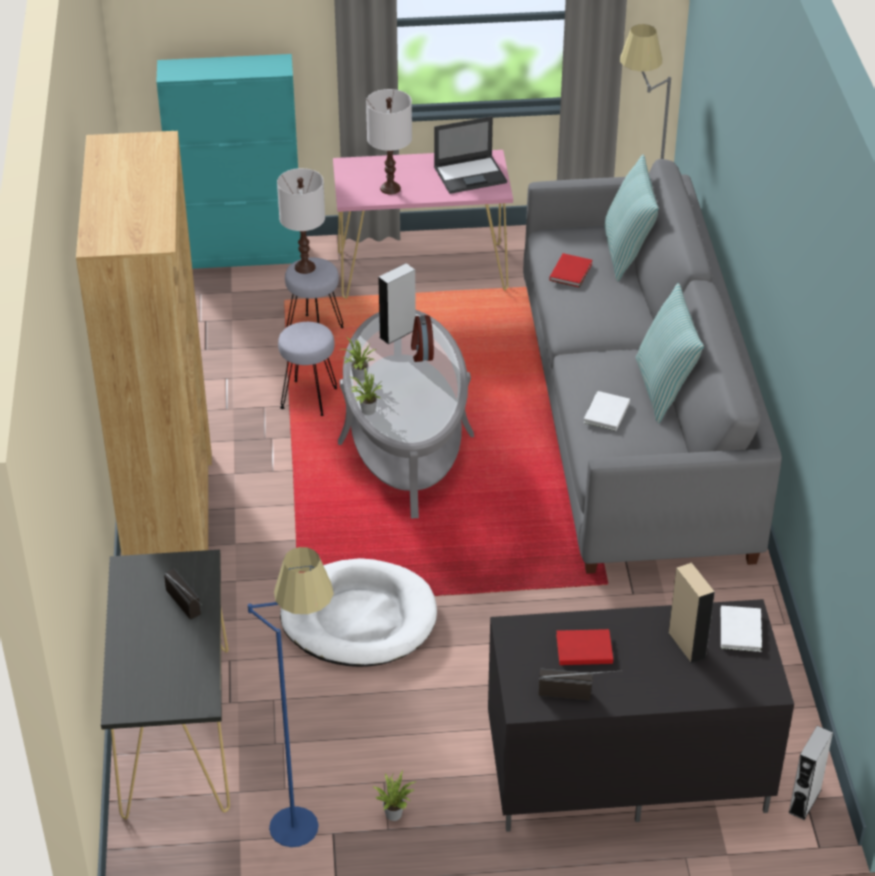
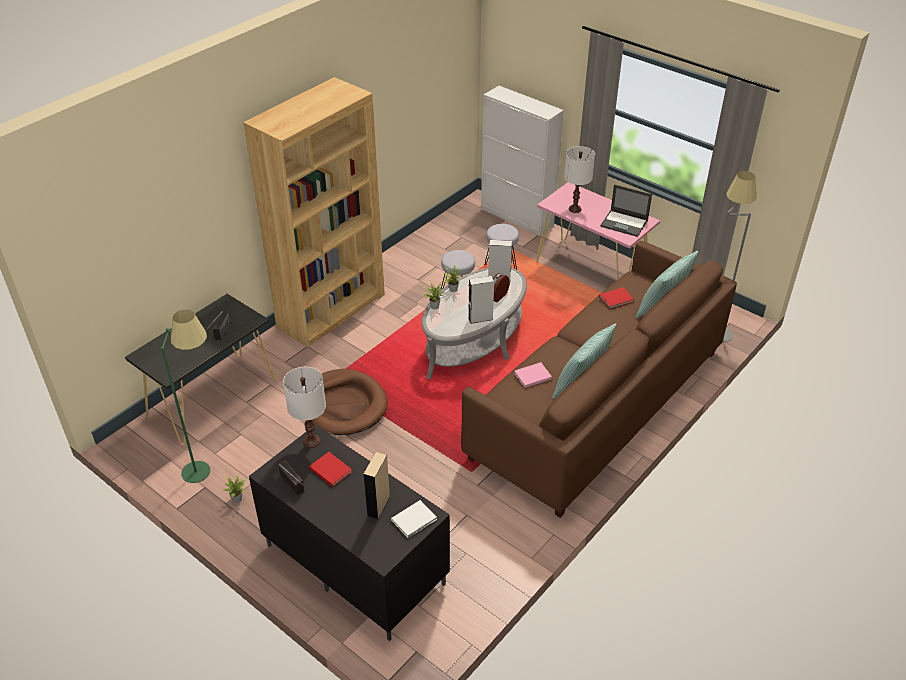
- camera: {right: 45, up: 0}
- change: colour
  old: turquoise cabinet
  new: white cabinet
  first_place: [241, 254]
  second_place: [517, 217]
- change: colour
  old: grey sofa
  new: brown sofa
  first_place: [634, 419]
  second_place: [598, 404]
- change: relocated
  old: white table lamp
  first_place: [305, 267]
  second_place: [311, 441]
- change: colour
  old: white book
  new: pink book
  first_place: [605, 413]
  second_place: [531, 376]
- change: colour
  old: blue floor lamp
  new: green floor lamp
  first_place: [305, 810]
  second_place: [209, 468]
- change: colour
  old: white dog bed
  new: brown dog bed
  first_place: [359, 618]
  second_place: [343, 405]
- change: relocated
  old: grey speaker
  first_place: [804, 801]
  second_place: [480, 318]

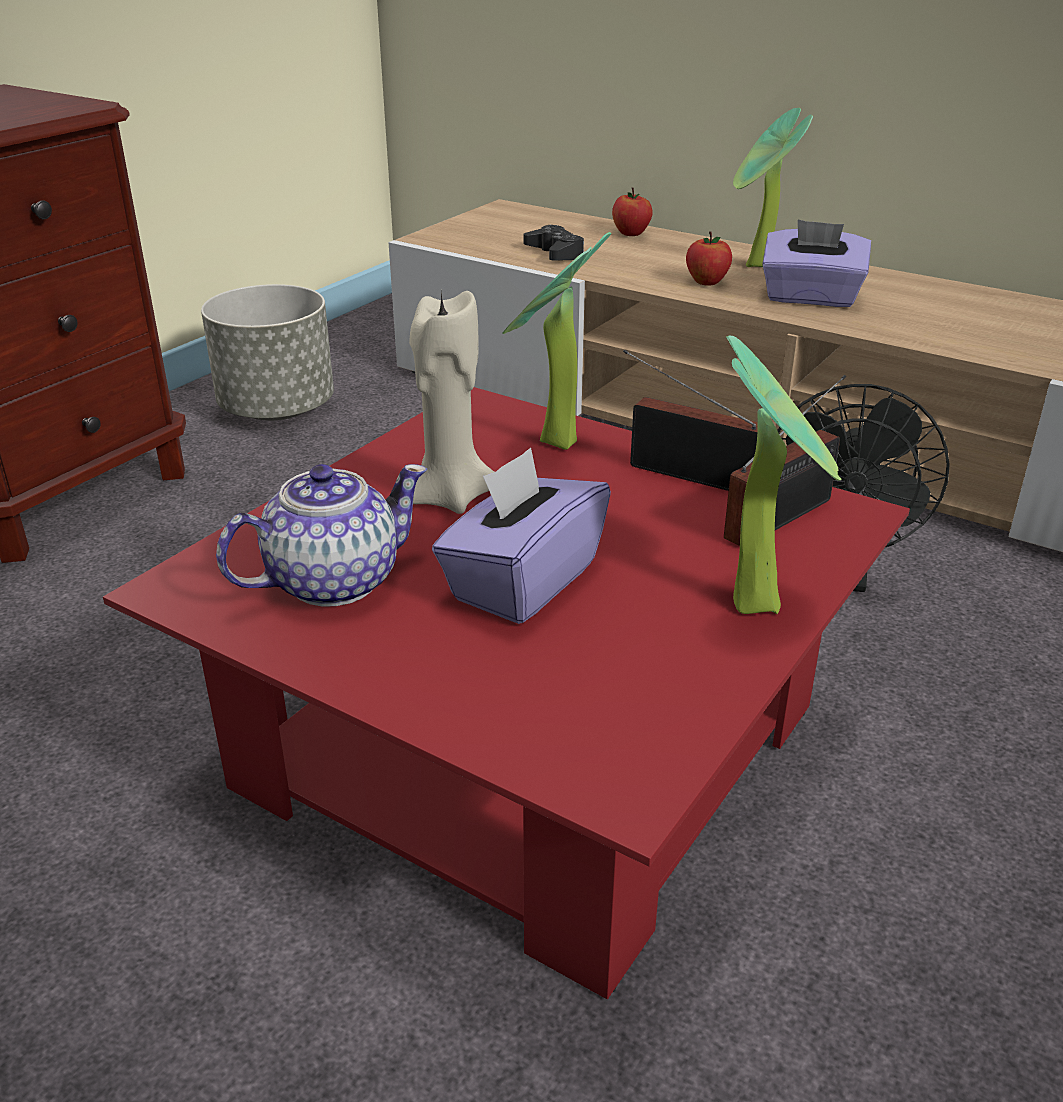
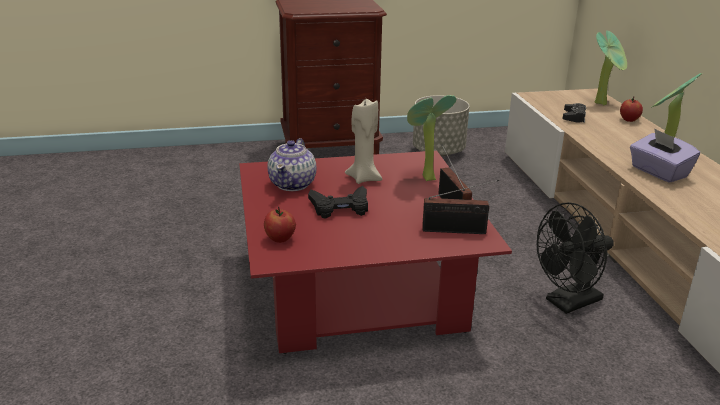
- camera: {right: 45, up: -5}
- change: relocated
  old: apple
  first_place: [706, 282]
  second_place: [280, 239]
- change: relocated
  old: potted plant
  first_place: [760, 601]
  second_place: [603, 103]
- change: exchanged
  old: purple tissue box
  new: black game controller
  first_place: [522, 581]
  second_place: [340, 207]
- change: spun
  old: teapot
  first_place: [331, 581]
  second_place: [293, 184]
  degrees: 90

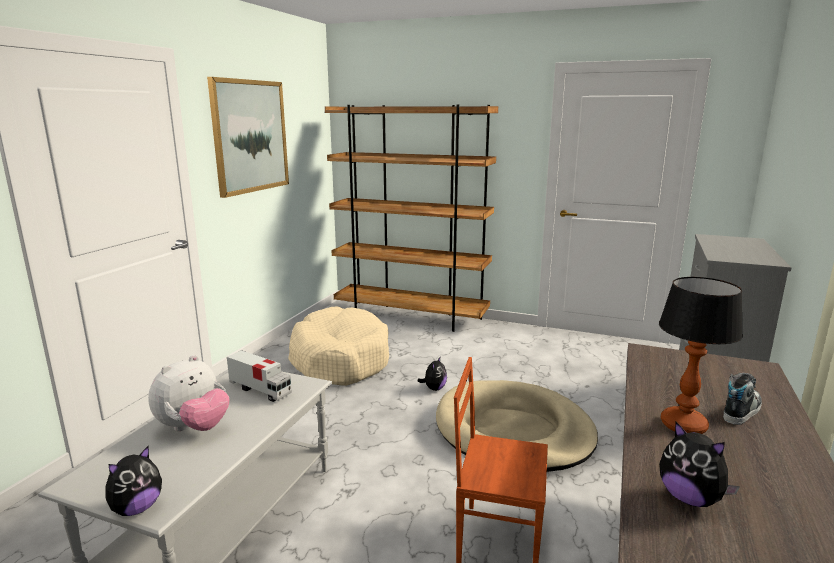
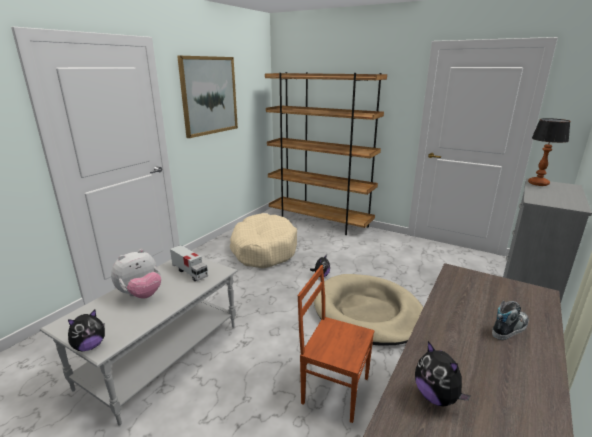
- camera: {right: 10, up: 5}
- change: relocated
  old: table lamp
  first_place: [684, 425]
  second_place: [538, 183]

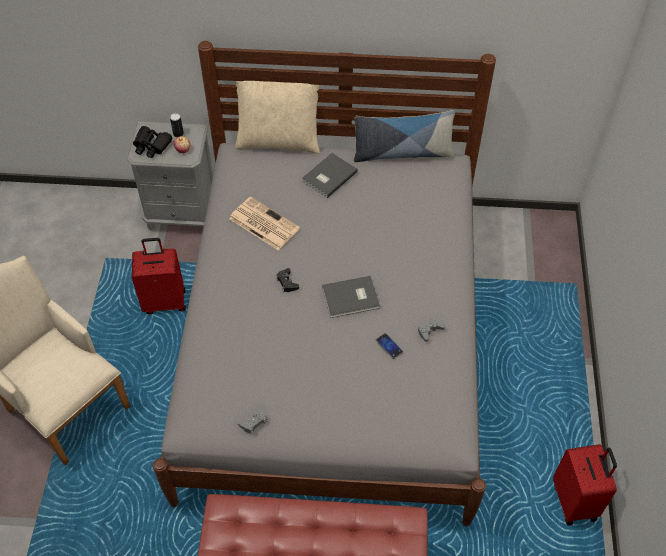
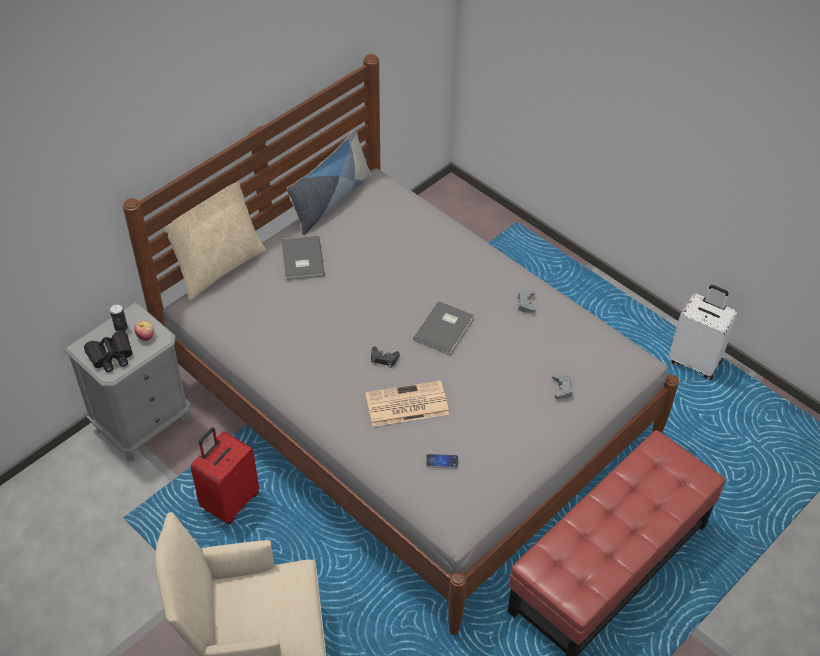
- camera: {right: -50, up: -5}
- change: relocated
  old: newspaper
  first_place: [263, 223]
  second_place: [406, 405]
- change: relocated
  old: phone
  first_place: [389, 346]
  second_place: [442, 461]
- change: relocated
  old: grey game controller
  first_place: [253, 422]
  second_place: [562, 388]
- change: colour
  old: red suitcase
  new: white suitcase
  first_place: [575, 501]
  second_place: [695, 361]

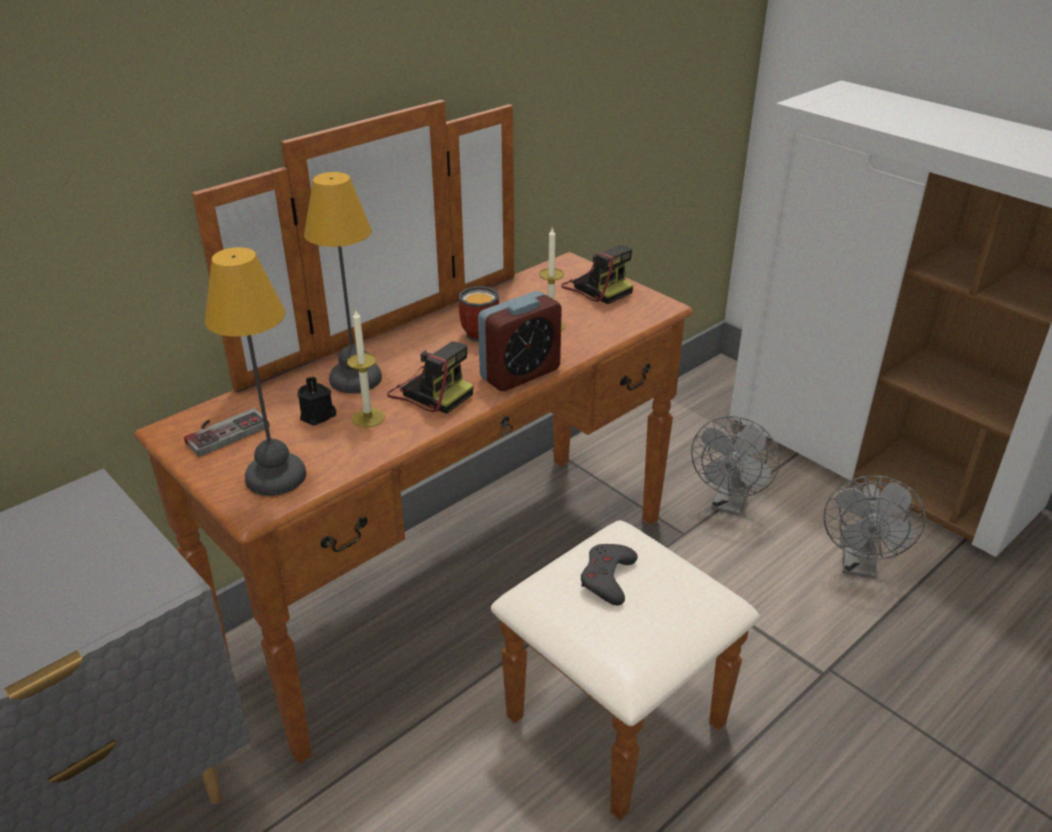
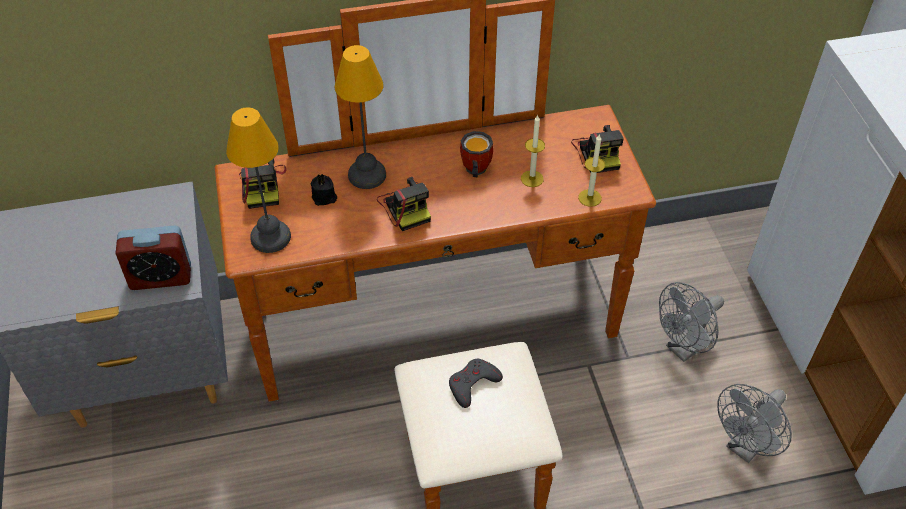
- camera: {right: 30, up: 15}
- change: relocated
  old: alarm clock
  first_place: [520, 373]
  second_place: [161, 277]
- change: relocated
  old: candle
  first_place: [368, 417]
  second_place: [589, 198]
- change: exchanged
  old: game controller
  new: photo camera
  first_place: [223, 430]
  second_place: [263, 186]

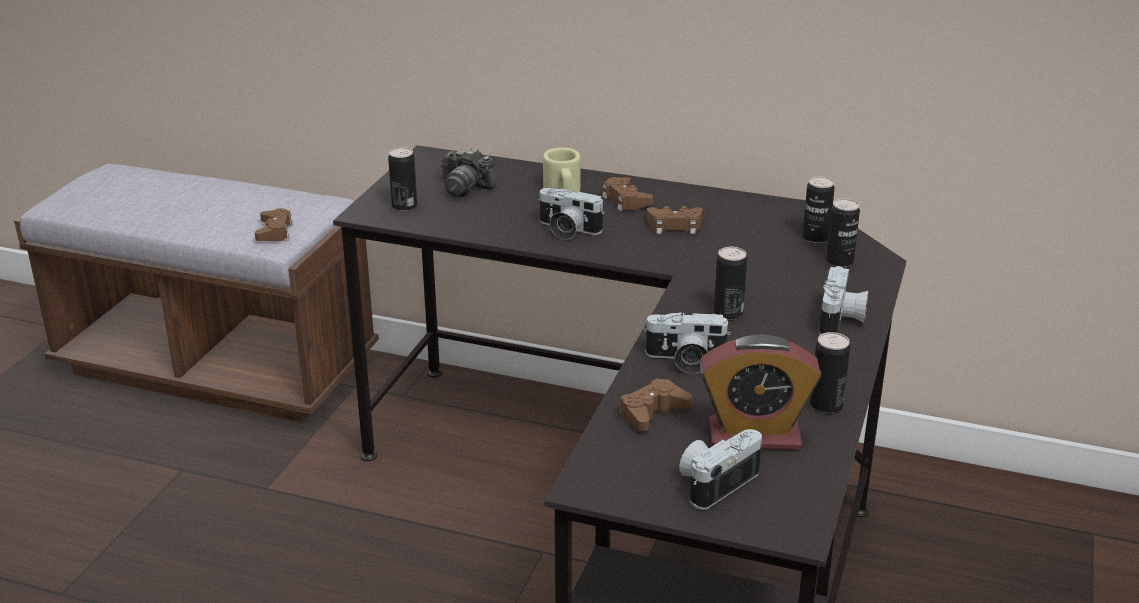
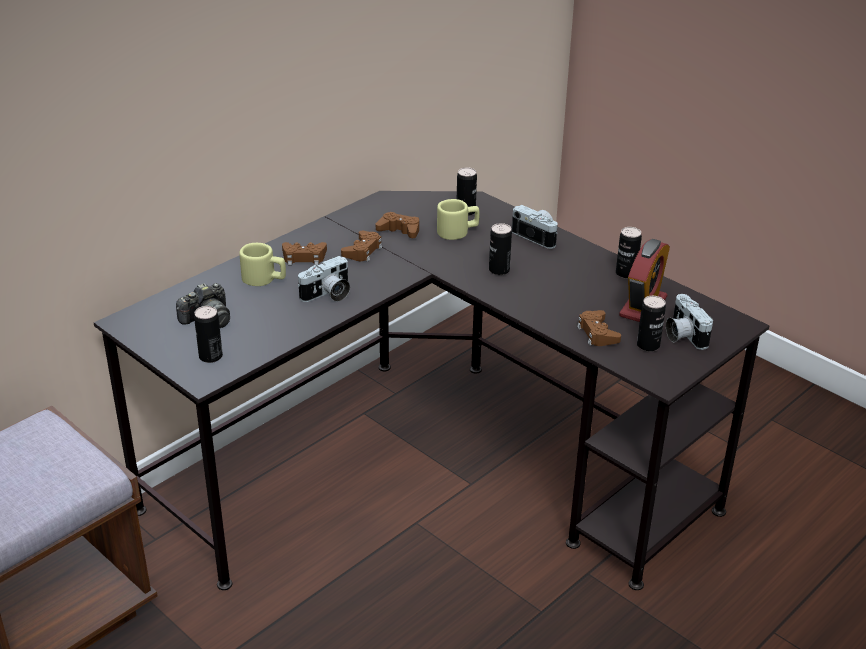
- camera: {right: -65, up: 5}
- change: relocated
  old: can
  first_place: [815, 237]
  second_place: [648, 345]
- change: relocated
  old: brown game controller
  first_place: [274, 231]
  second_place: [399, 230]
- change: missing
  old: photo camera
  first_place: [685, 360]
- change: appeared
  new: beige mug
  second_place: [458, 231]

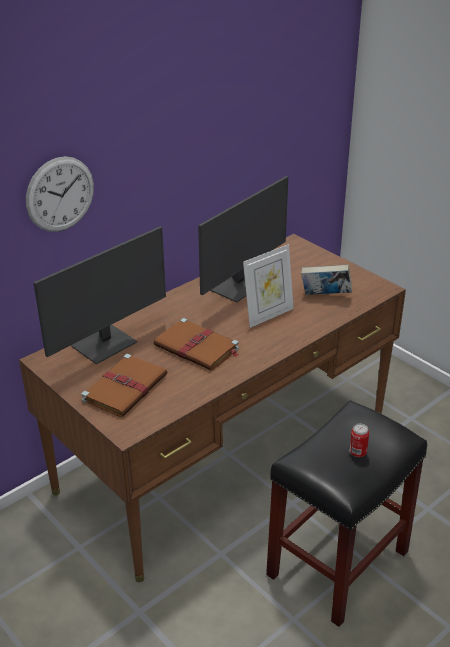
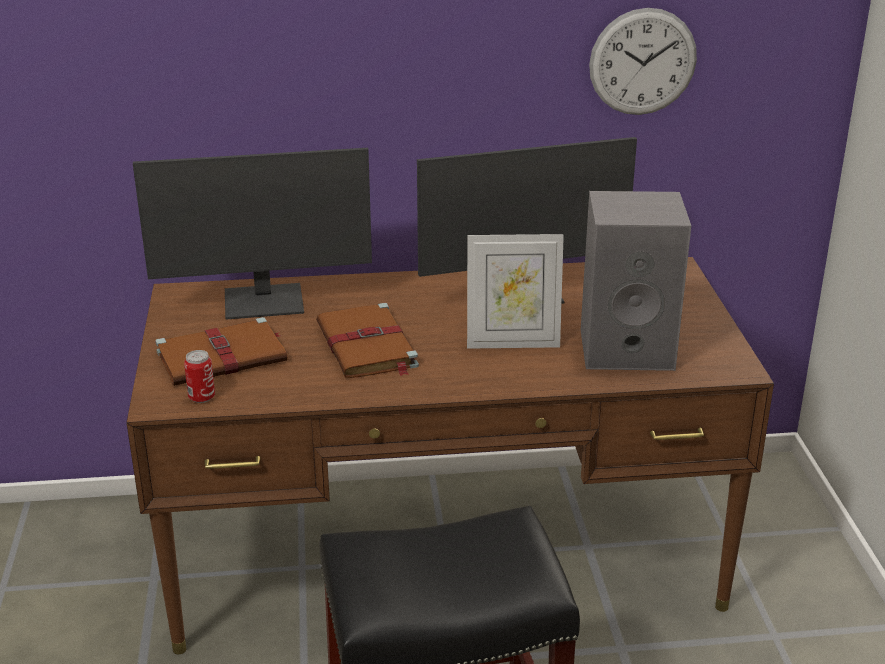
- camera: {right: 35, up: -5}
- change: relocated
  old: wall clock
  first_place: [60, 194]
  second_place: [642, 62]
- change: exchanged
  old: book
  new: grey speaker
  first_place: [325, 296]
  second_place: [629, 348]
- change: relocated
  old: can
  first_place: [357, 452]
  second_place: [201, 397]

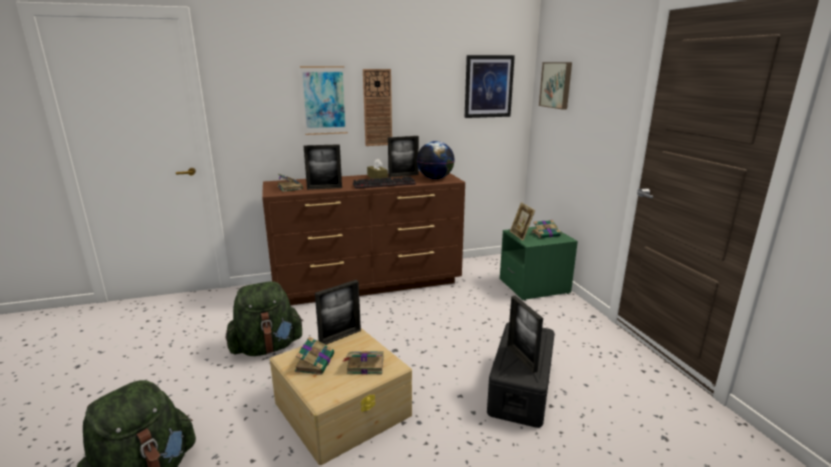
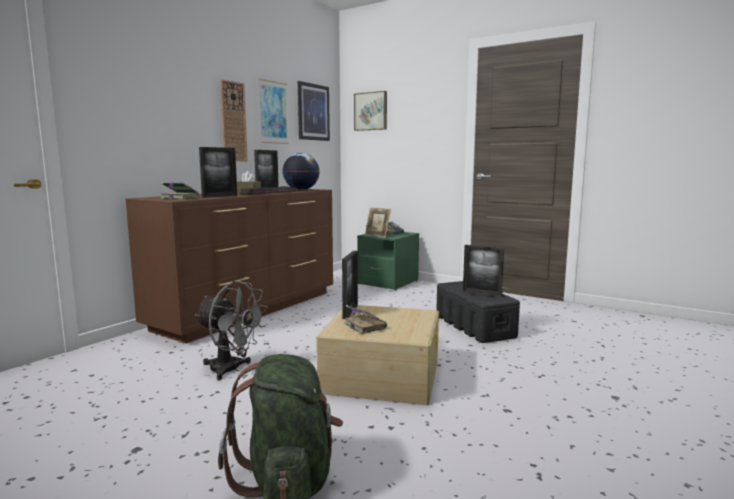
- camera: {right: -40, up: -10}
- change: relocated
  old: picture
  first_place: [324, 100]
  second_place: [273, 112]
- change: exchanged
  old: green backpack
  new: grey fan
  first_place: [267, 347]
  second_place: [231, 370]
- change: missing
  old: book
  first_place: [364, 365]

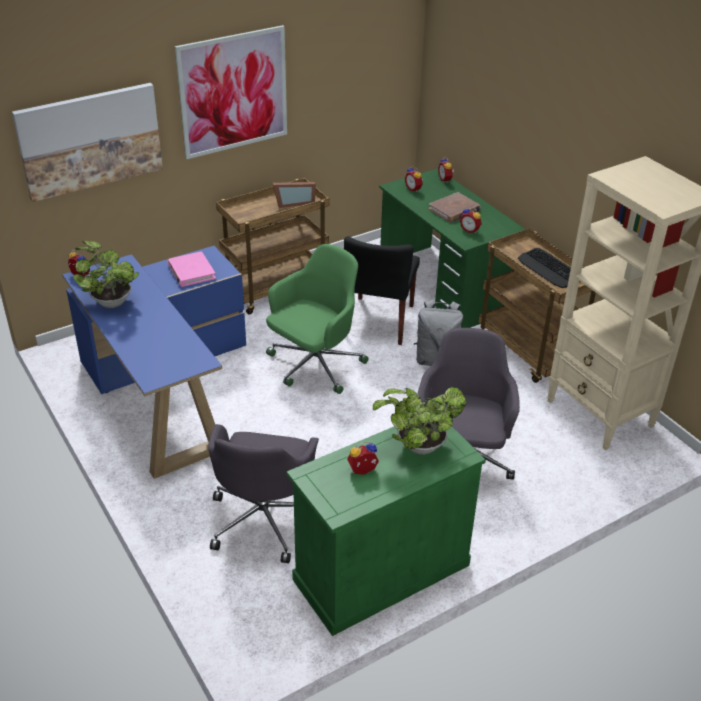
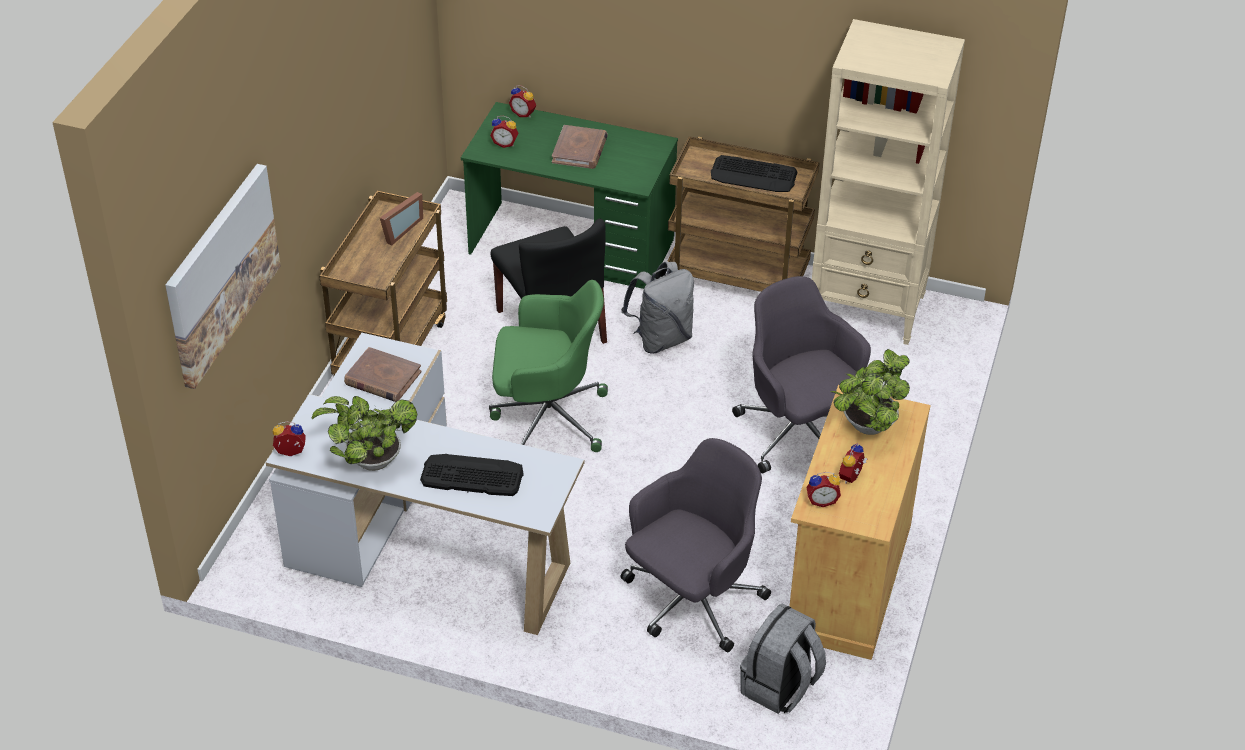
- camera: {right: -40, up: 5}
- change: missing
  old: picture
  first_place: [233, 92]
- change: relocated
  old: alarm clock
  first_place: [470, 230]
  second_place: [822, 500]
- change: spun
  old: green office chair
  first_place: [314, 365]
  second_place: [547, 417]
  degrees: 90
- change: colour
  old: blue desk
  new: white desk
  first_place: [164, 388]
  second_place: [419, 538]
- change: colour
  old: pink book
  new: brown book
  first_place: [191, 272]
  second_place: [382, 378]
- change: spun
  old: grey office chair
  first_place: [264, 518]
  second_place: [692, 601]
  degrees: -105
- change: colour
  old: green cabinet
  new: beige cabinet
  first_place: [381, 572]
  second_place: [848, 579]
- change: appeared
  new: keyboard
  second_place: [472, 476]
- change: appeared
  new: grey backpack
  second_place: [780, 687]

